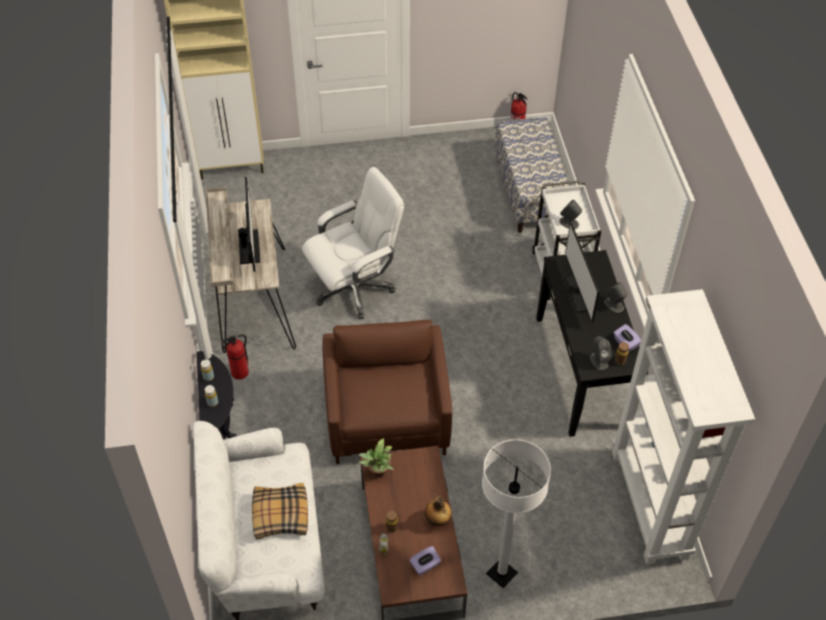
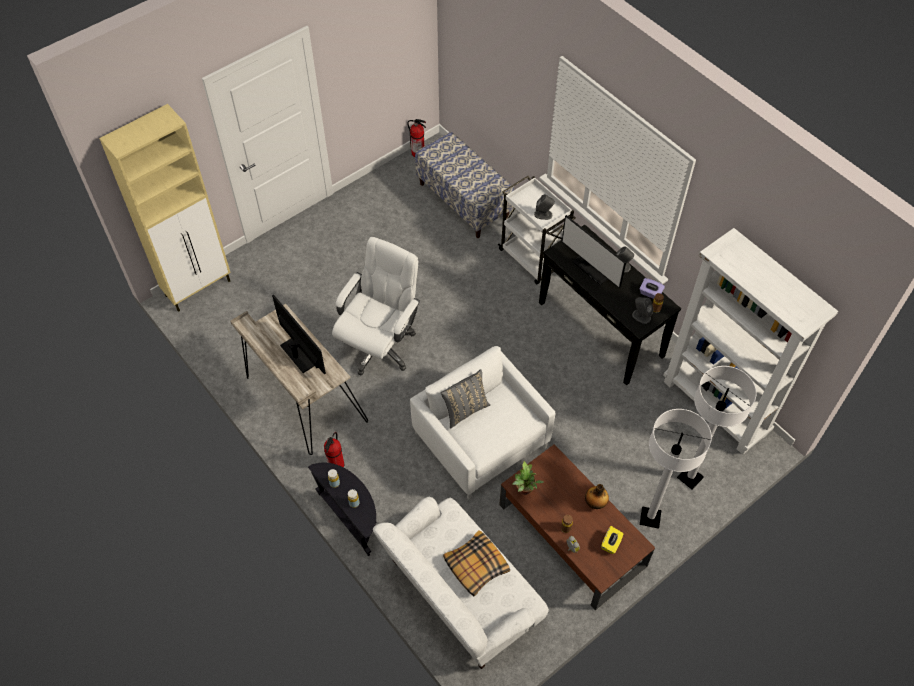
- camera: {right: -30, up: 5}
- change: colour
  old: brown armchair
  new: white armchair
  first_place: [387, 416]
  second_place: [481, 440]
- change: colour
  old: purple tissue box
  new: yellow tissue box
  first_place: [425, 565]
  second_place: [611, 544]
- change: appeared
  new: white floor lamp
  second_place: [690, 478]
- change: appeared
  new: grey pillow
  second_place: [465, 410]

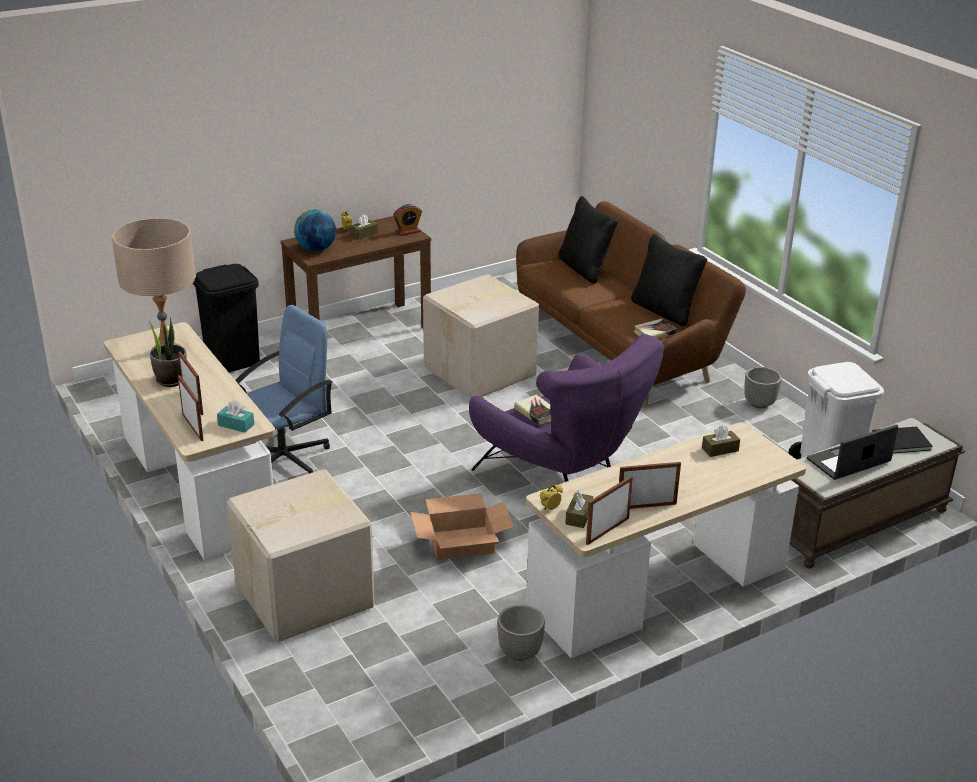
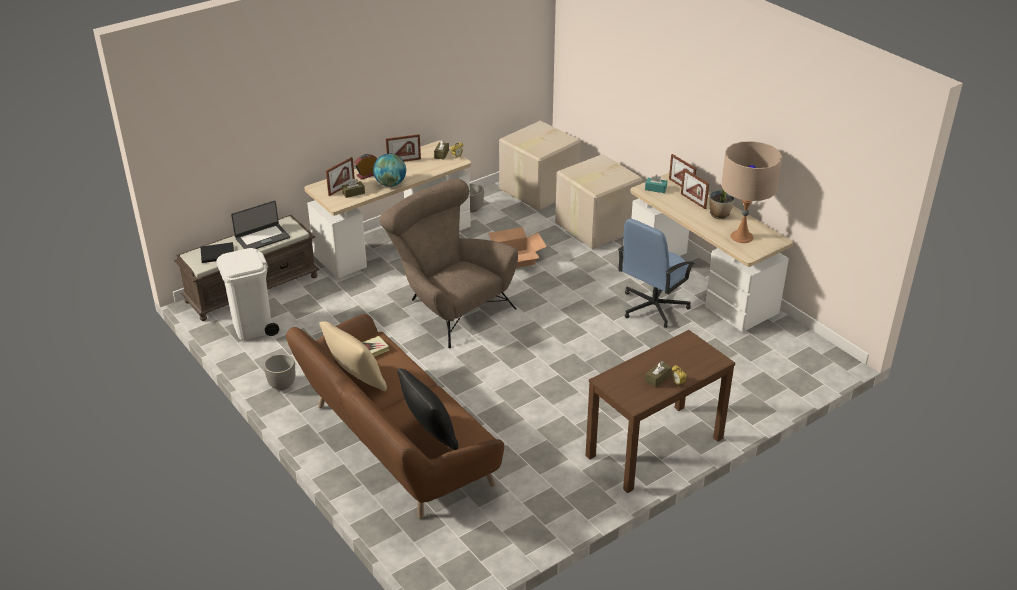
- camera: {right: 175, up: 5}
- change: relocated
  old: alarm clock
  first_place: [408, 231]
  second_place: [366, 175]
- change: relocated
  old: globe
  first_place: [316, 249]
  second_place: [390, 184]
- change: colour
  old: black pillow
  new: beige pillow
  first_place: [665, 311]
  second_place: [356, 381]
- change: missing
  old: black trash can
  first_place: [233, 361]
- change: relocated
  old: cardboard box
  first_place: [481, 372]
  second_place: [537, 190]
- change: colour
  old: purple armchair
  new: brown armchair
  first_place: [564, 477]
  second_place: [449, 307]
- change: missing
  old: book
  first_place: [536, 413]
- change: relocated
  old: picture frame
  first_place: [607, 531]
  second_place: [341, 188]

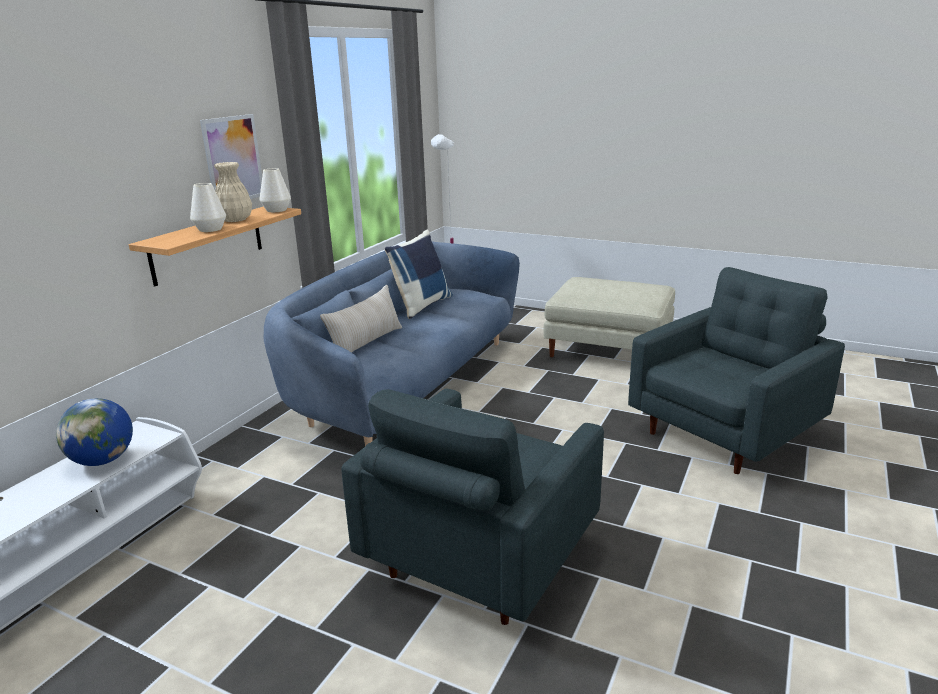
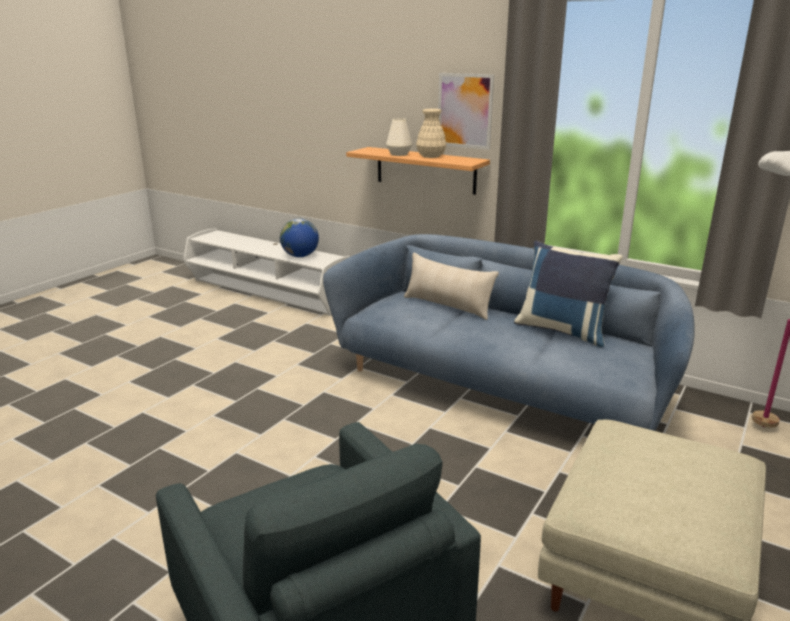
- camera: {right: 95, up: 0}
- change: missing
  old: white vase
  first_place: [276, 210]
- change: missing
  old: grey armchair
  first_place: [478, 558]

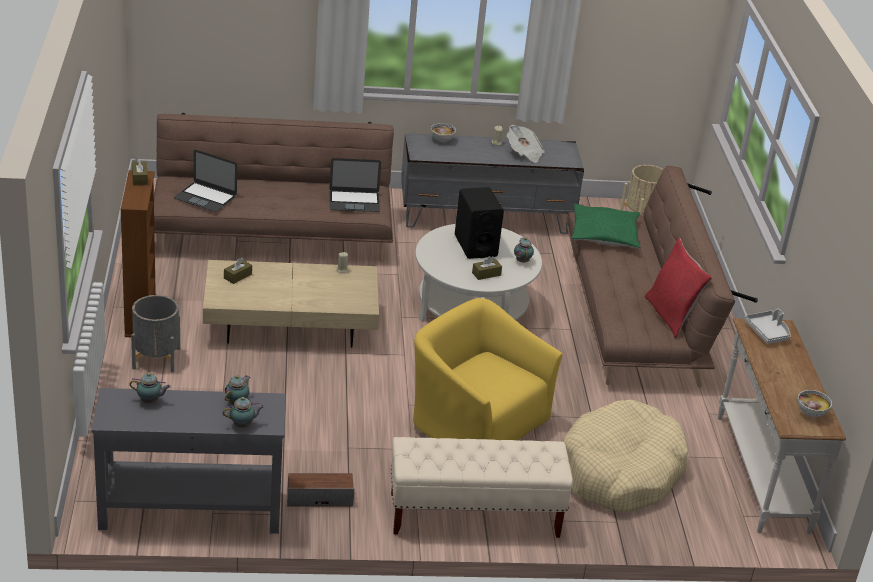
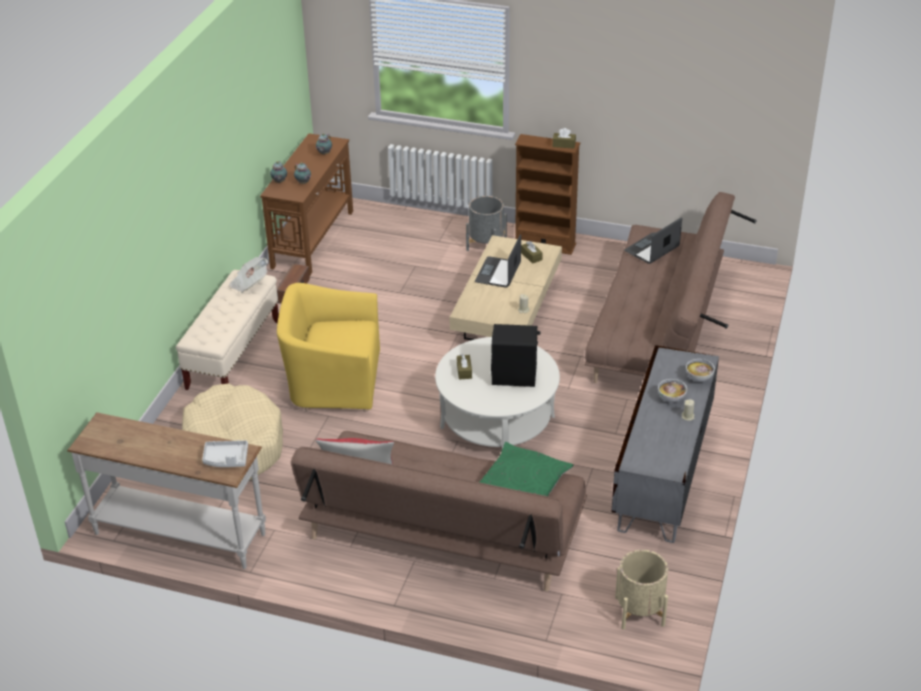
- camera: {right: 115, up: 5}
- change: relocated
  old: newspaper
  first_place: [524, 153]
  second_place: [249, 283]
- change: relocated
  old: laptop
  first_place: [354, 201]
  second_place: [498, 272]
- change: missing
  old: teapot
  first_place: [522, 260]
- change: spun
  old: yellow armchair
  first_place: [475, 424]
  second_place: [333, 381]
  degrees: -150
- change: colour
  old: grey console table
  new: brown console table
  first_place: [190, 510]
  second_place: [313, 239]
- change: relocated
  old: bowl
  first_place: [811, 413]
  second_place: [671, 399]

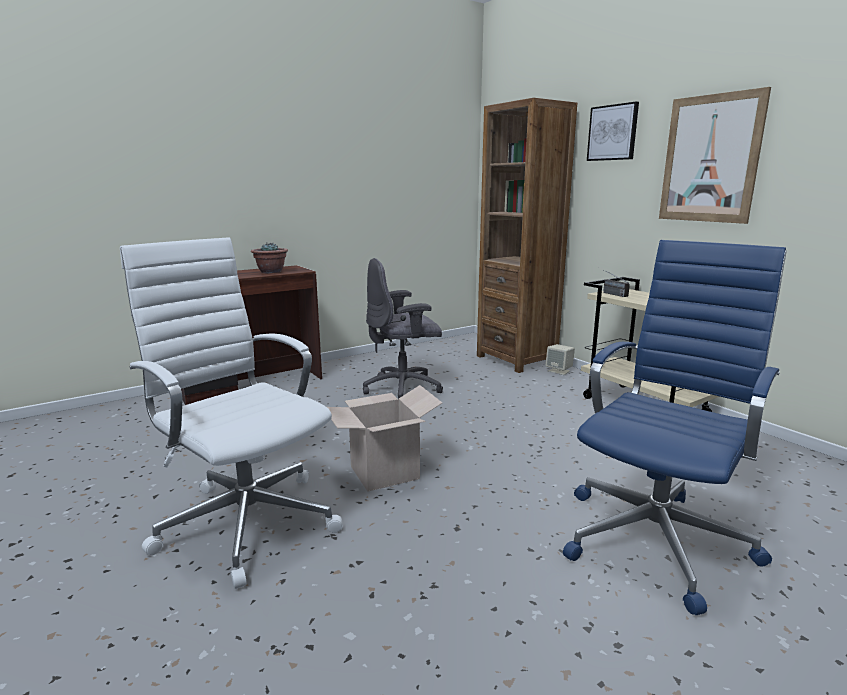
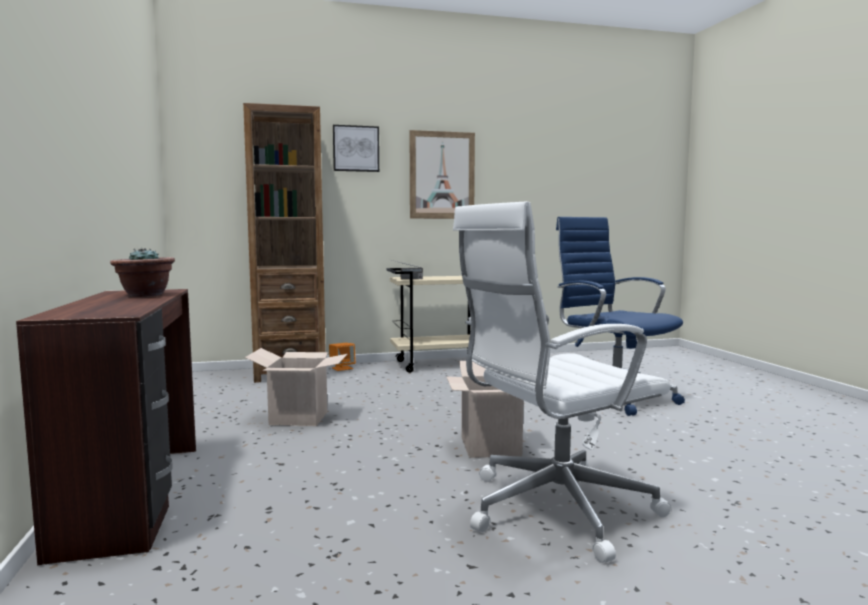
- camera: {right: -70, up: -10}
- change: exchanged
  old: grey office chair
  new: cardboard box
  first_place: [404, 389]
  second_place: [299, 418]
- change: colour
  old: beige speaker
  new: orange speaker
  first_place: [559, 371]
  second_place: [342, 368]

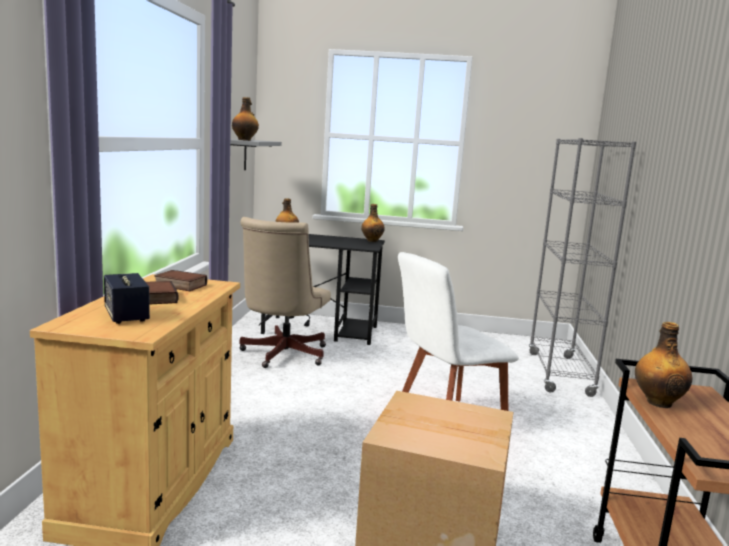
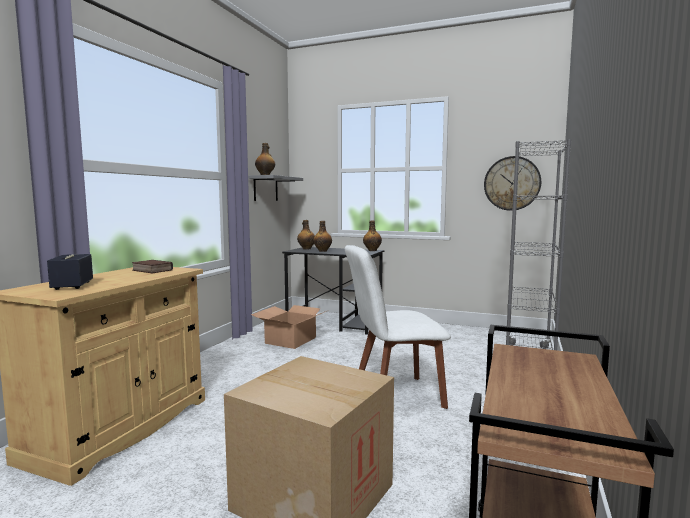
- camera: {right: 15, up: -5}
- change: exchanged
  old: beige office chair
  new: cardboard box
  first_place: [281, 355]
  second_place: [290, 340]
- change: missing
  old: book
  first_place: [156, 297]
- change: relocated
  old: bottle
  first_place: [658, 402]
  second_place: [323, 251]
- change: appeared
  new: wall clock
  second_place: [512, 183]

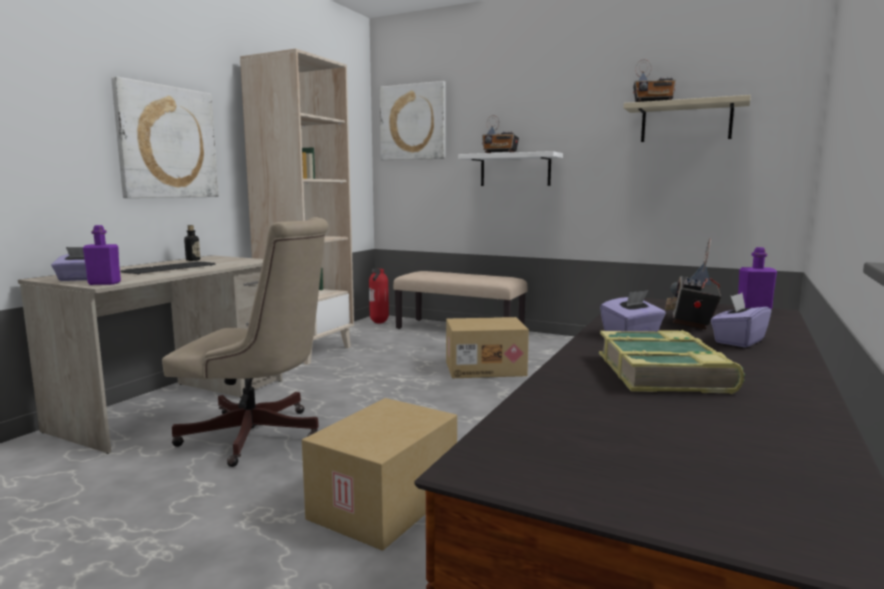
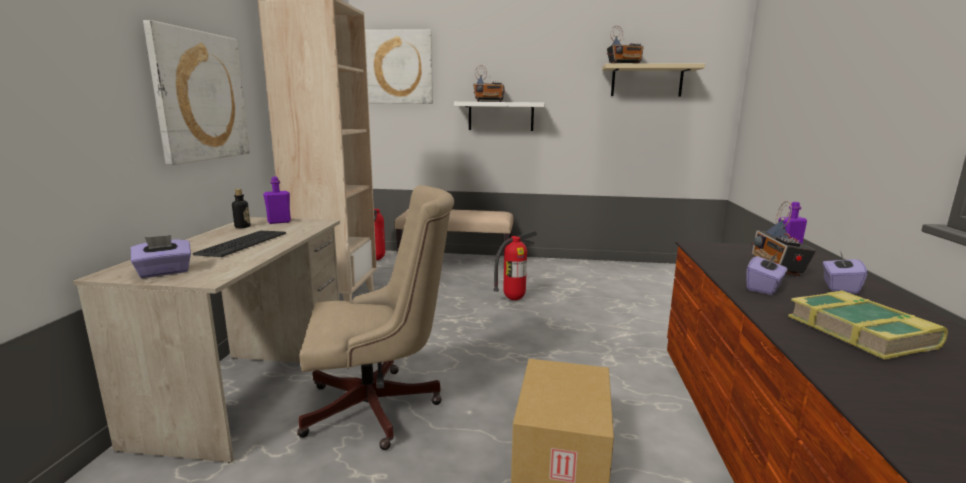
- camera: {right: -20, up: 5}
- change: relocated
  old: purple bottle
  first_place: [104, 283]
  second_place: [279, 222]
- change: exchanged
  old: cardboard box
  new: fire extinguisher
  first_place: [485, 368]
  second_place: [514, 299]

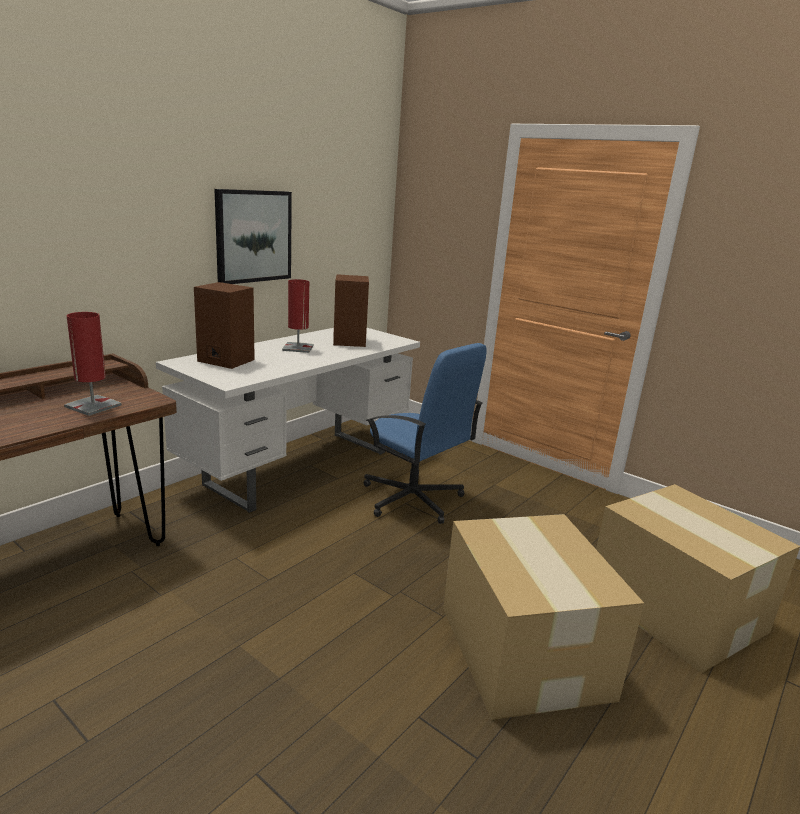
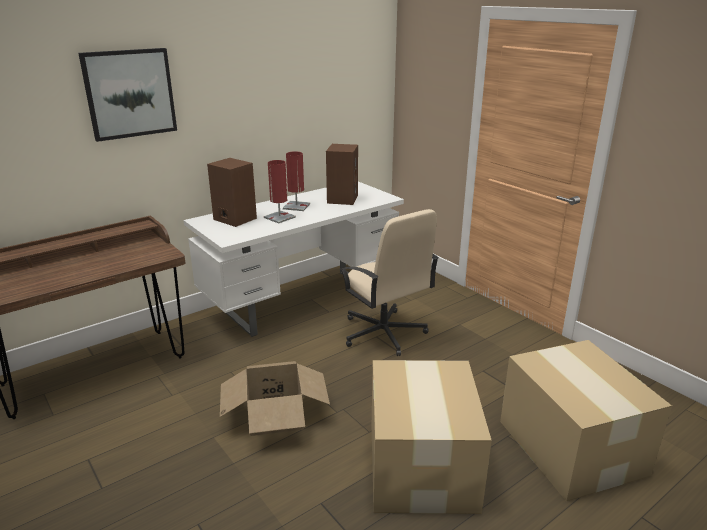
- camera: {right: 15, up: 5}
- change: relocated
  old: picture
  first_place: [253, 236]
  second_place: [129, 93]
- change: relocated
  old: red table lamp
  first_place: [93, 406]
  second_place: [279, 217]
- change: colour
  old: blue office chair
  new: beige office chair
  first_place: [413, 499]
  second_place: [384, 333]
- change: appeared
  new: cardboard box
  second_place: [275, 415]

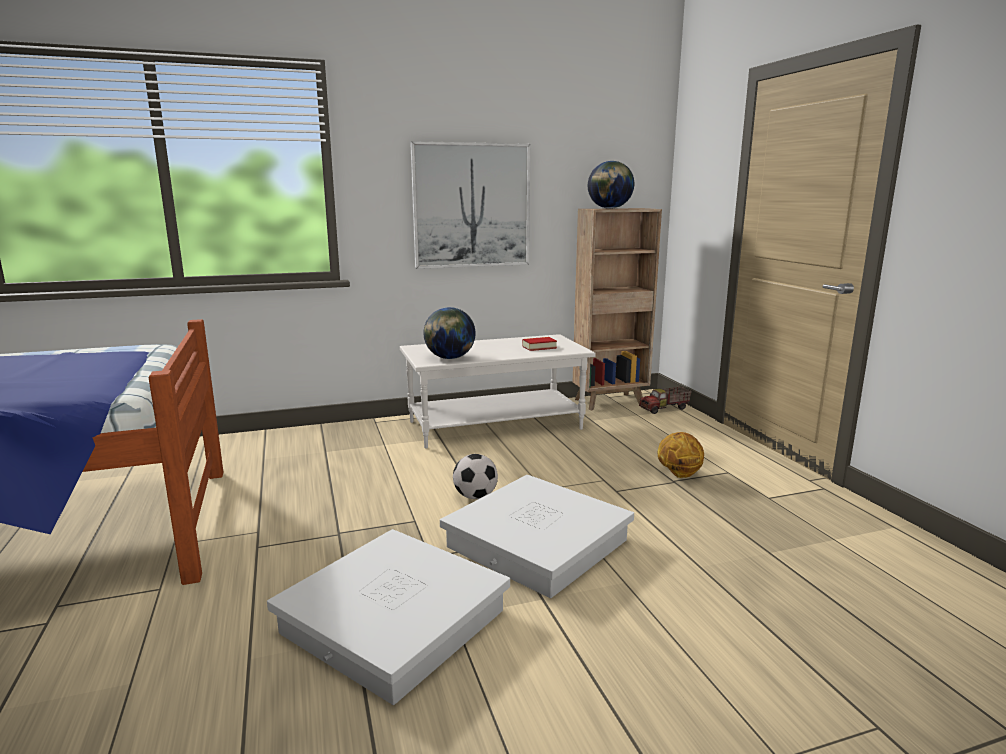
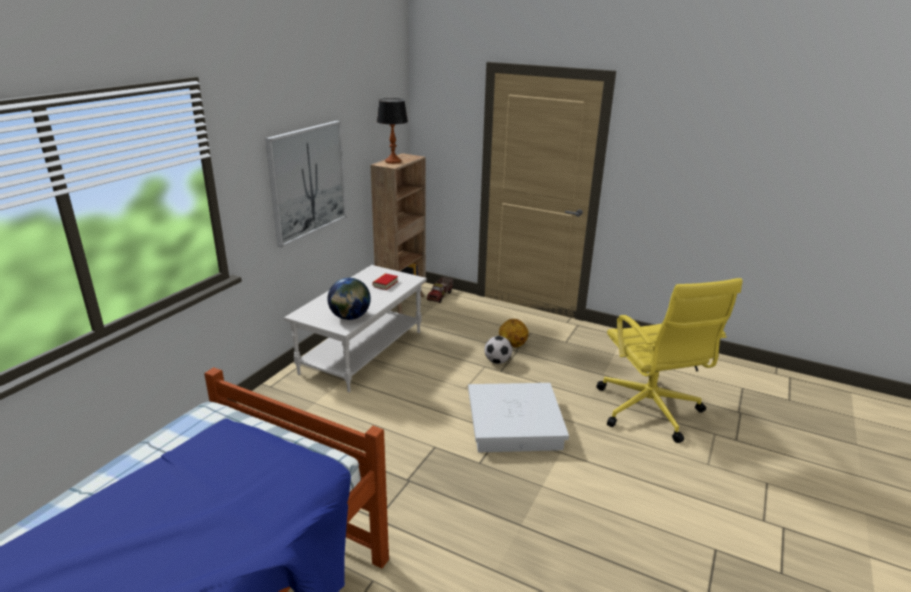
- camera: {right: -45, up: 10}
- change: exchanged
  old: globe
  new: table lamp
  first_place: [609, 208]
  second_place: [393, 161]
- change: relocated
  old: football
  first_place: [475, 496]
  second_place: [497, 361]
- change: missing
  old: white storage box
  first_place: [392, 621]
- change: appeared
  new: yellow office chair
  second_place: [649, 411]

